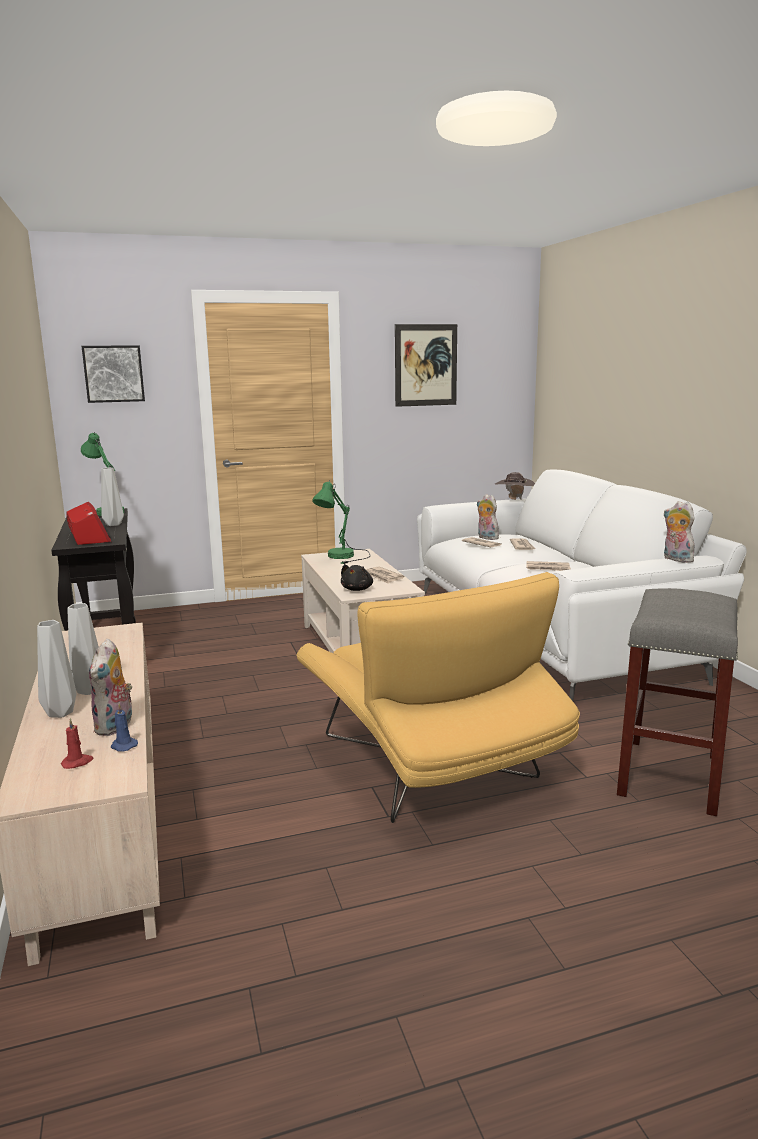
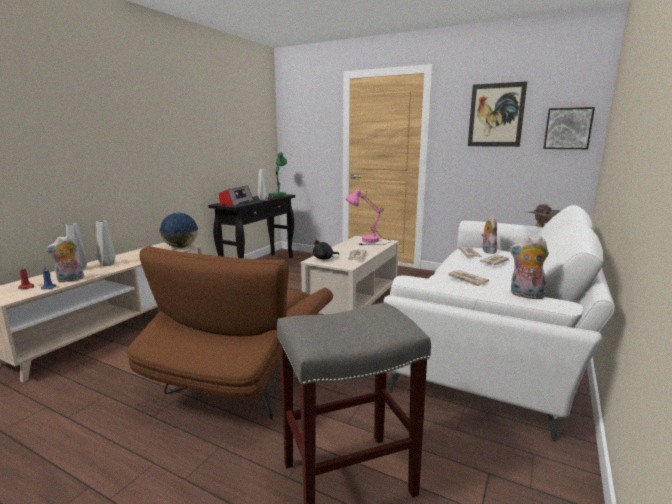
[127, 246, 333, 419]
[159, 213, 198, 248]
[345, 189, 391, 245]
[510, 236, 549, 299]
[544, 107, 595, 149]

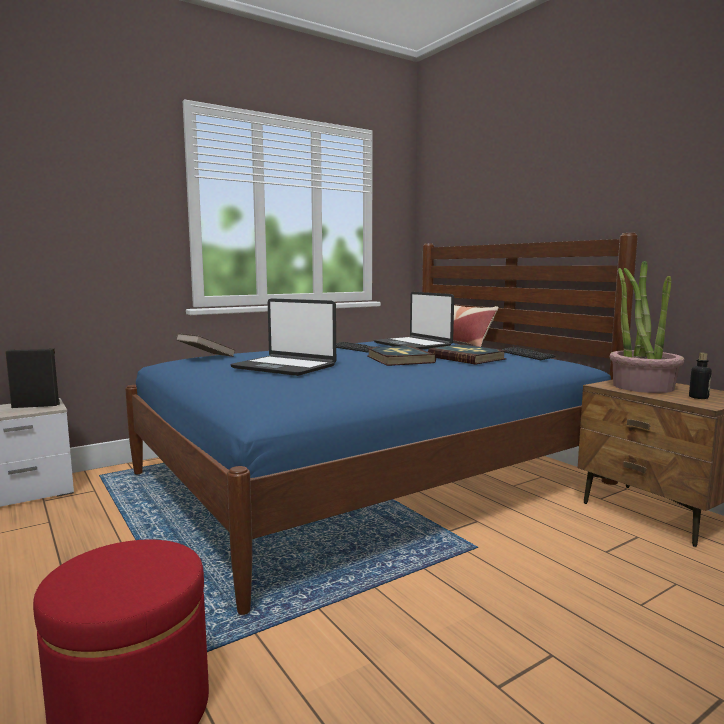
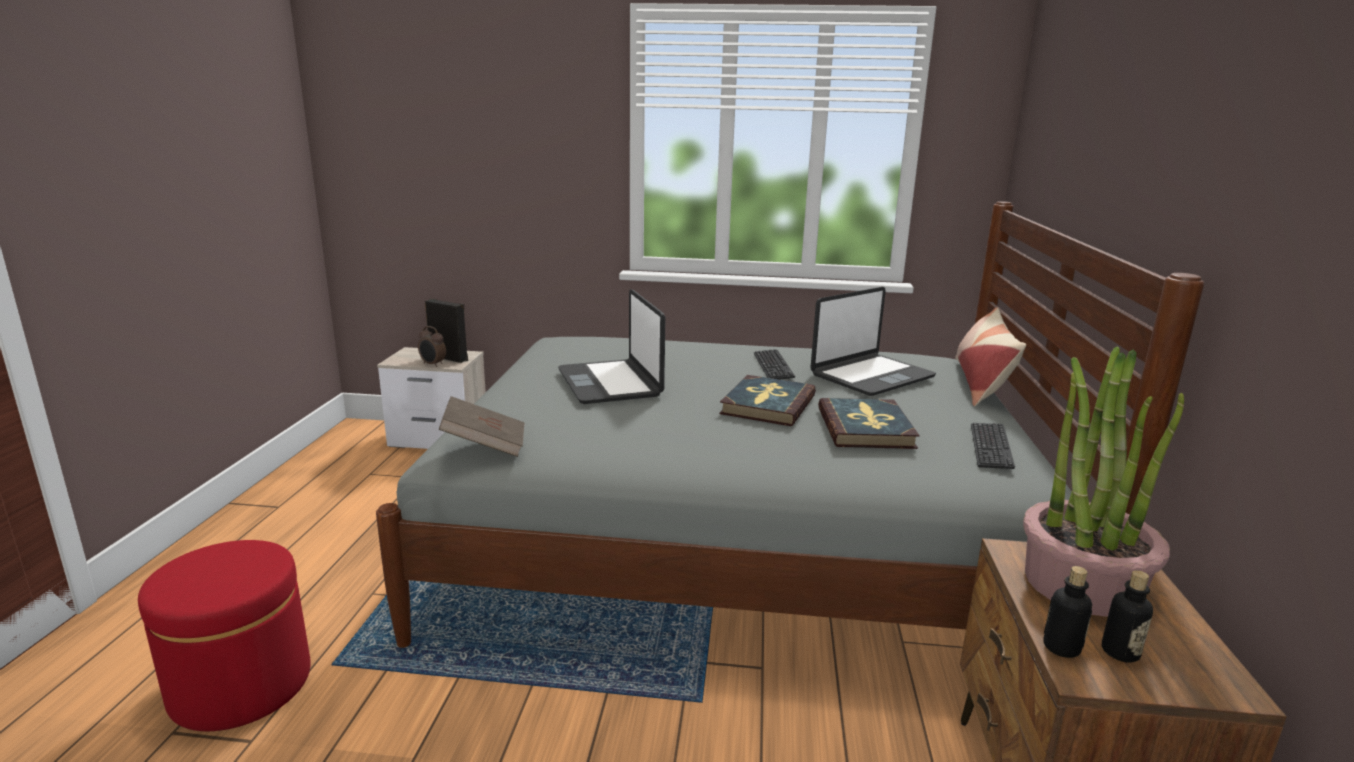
[376, 201, 1204, 648]
[418, 326, 446, 367]
[439, 396, 524, 457]
[810, 287, 936, 396]
[1043, 566, 1092, 658]

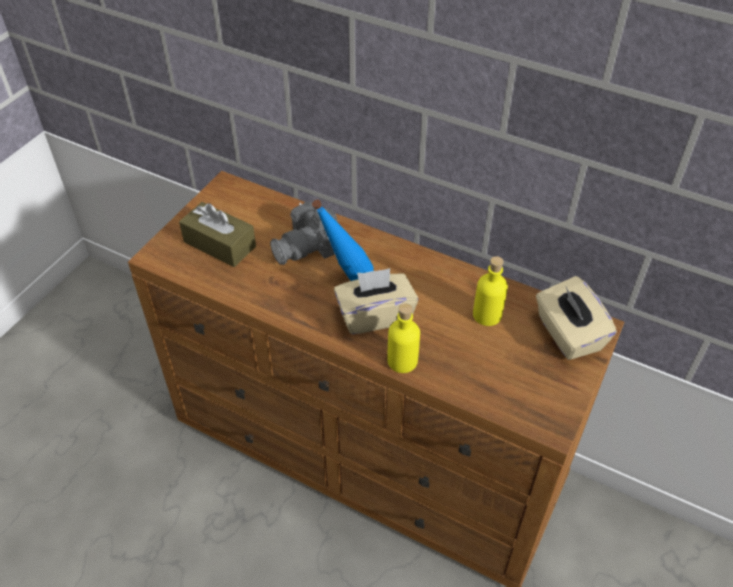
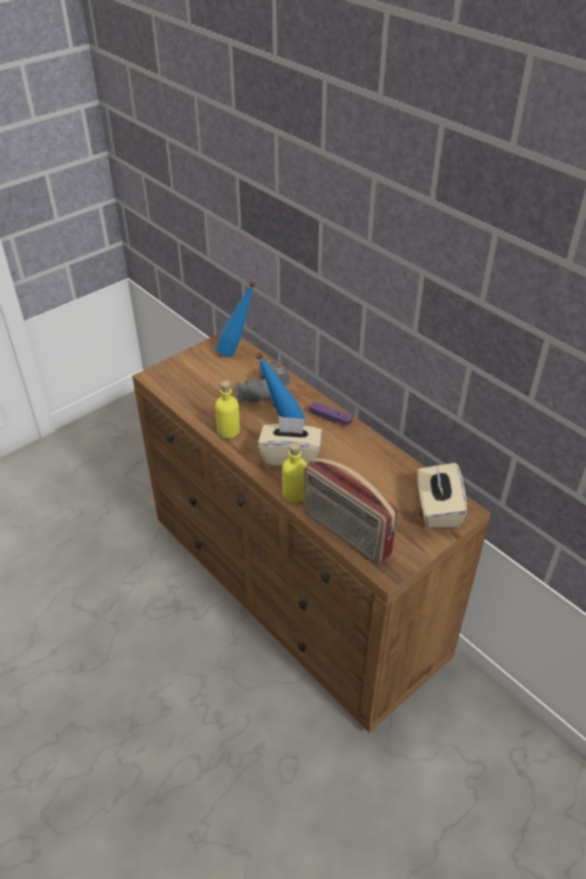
[215, 281, 256, 357]
[215, 380, 240, 438]
[303, 457, 398, 564]
[309, 401, 353, 426]
[179, 202, 256, 267] (first image)

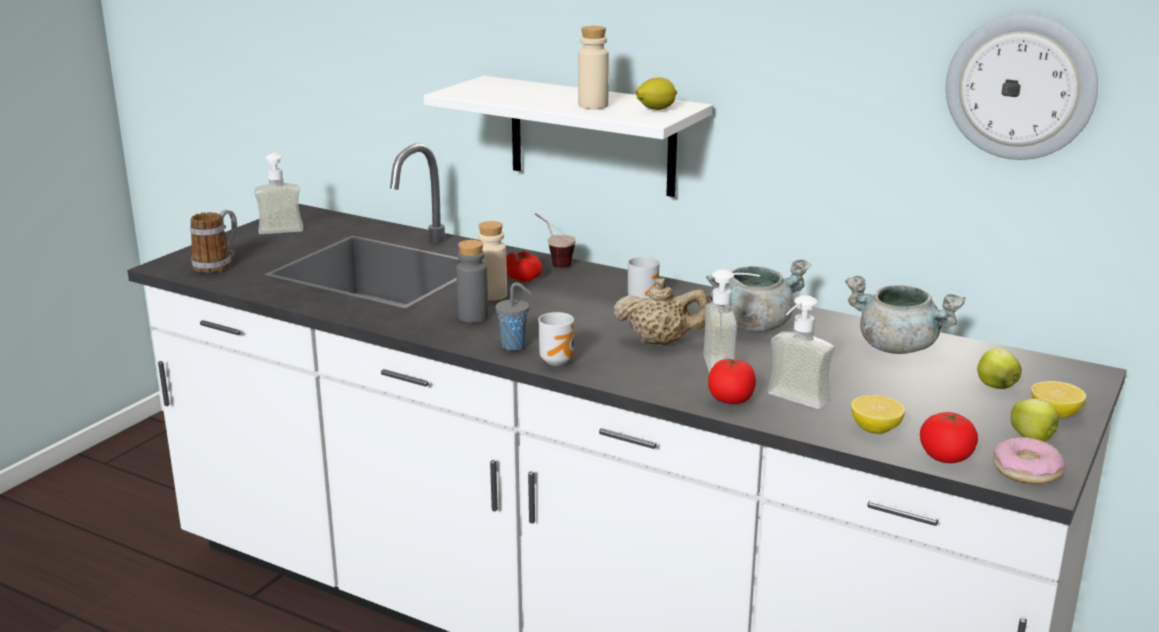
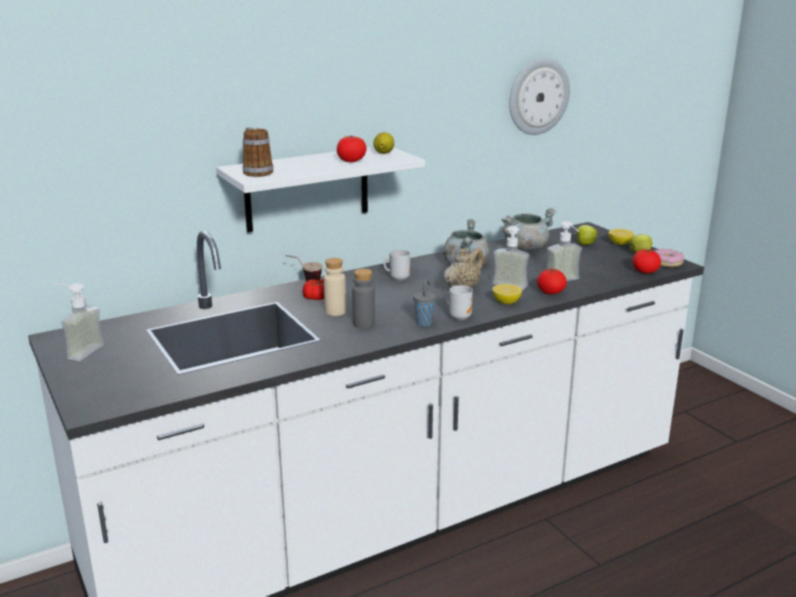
[243, 127, 273, 177]
[337, 136, 367, 162]
[492, 284, 522, 304]

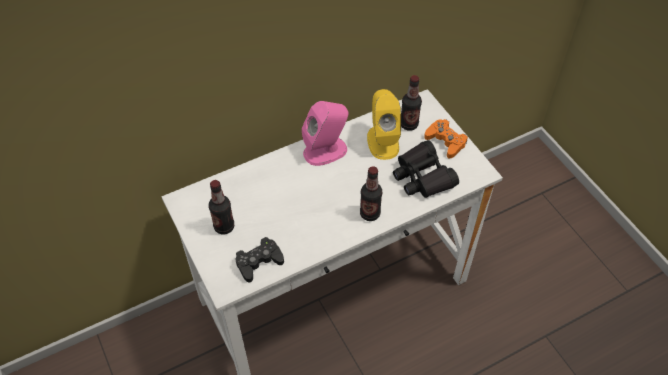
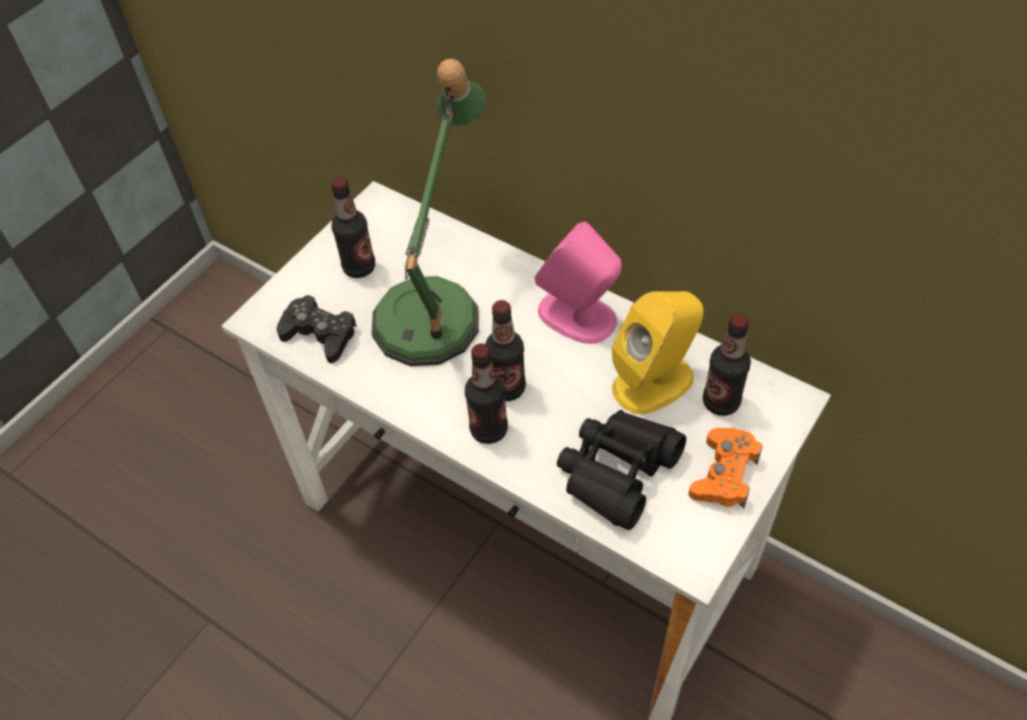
[371, 59, 486, 366]
[485, 300, 526, 401]

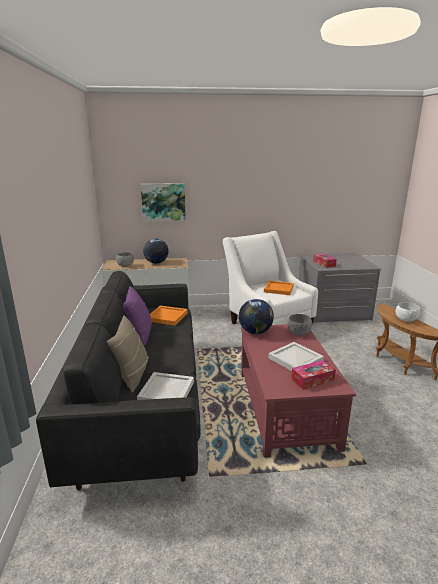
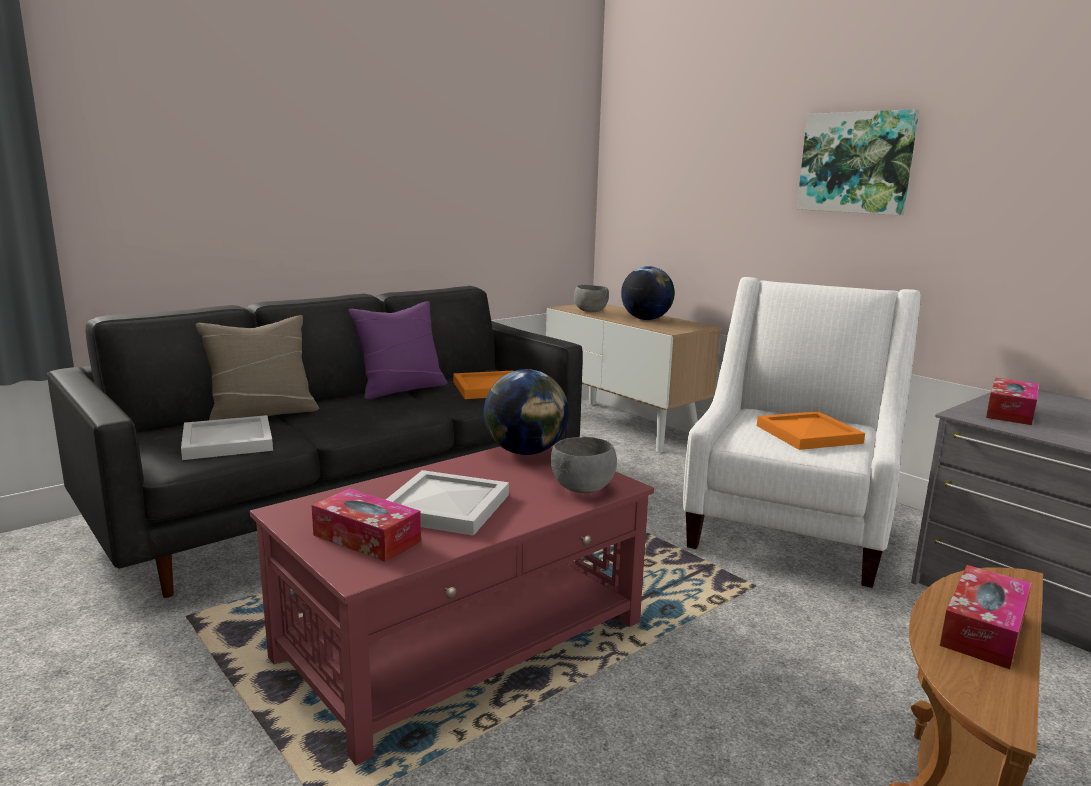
[797, 109, 919, 215]
[940, 565, 1032, 669]

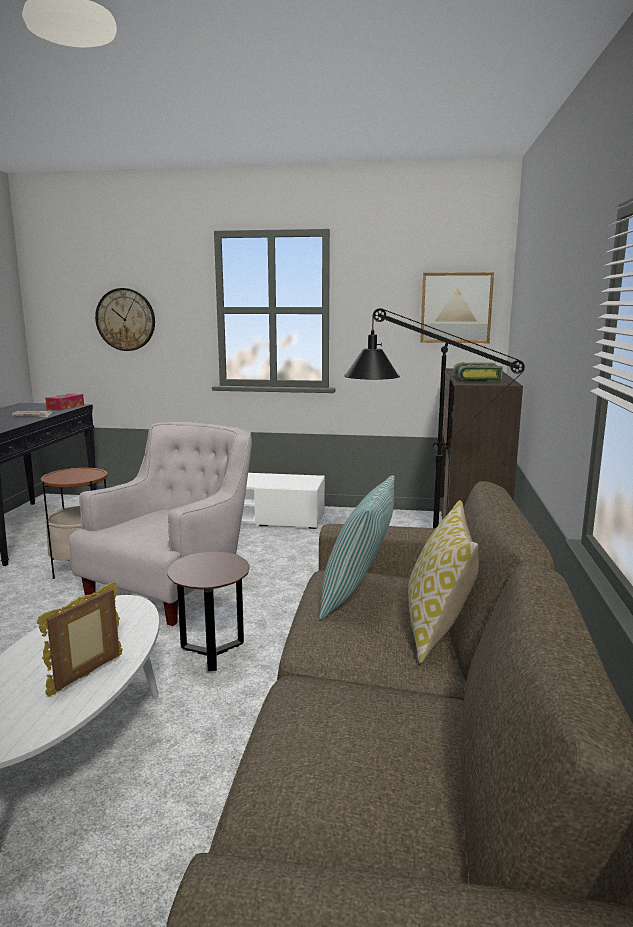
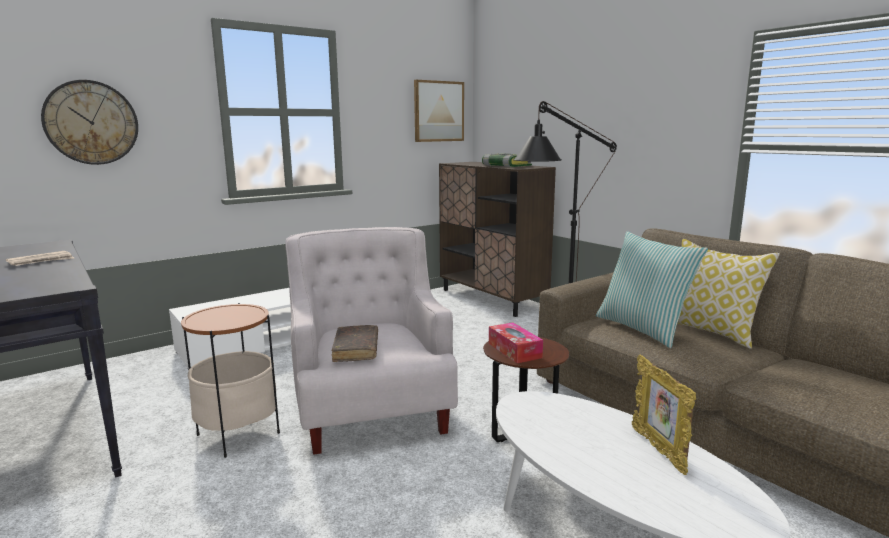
[332, 325, 378, 362]
[489, 322, 543, 363]

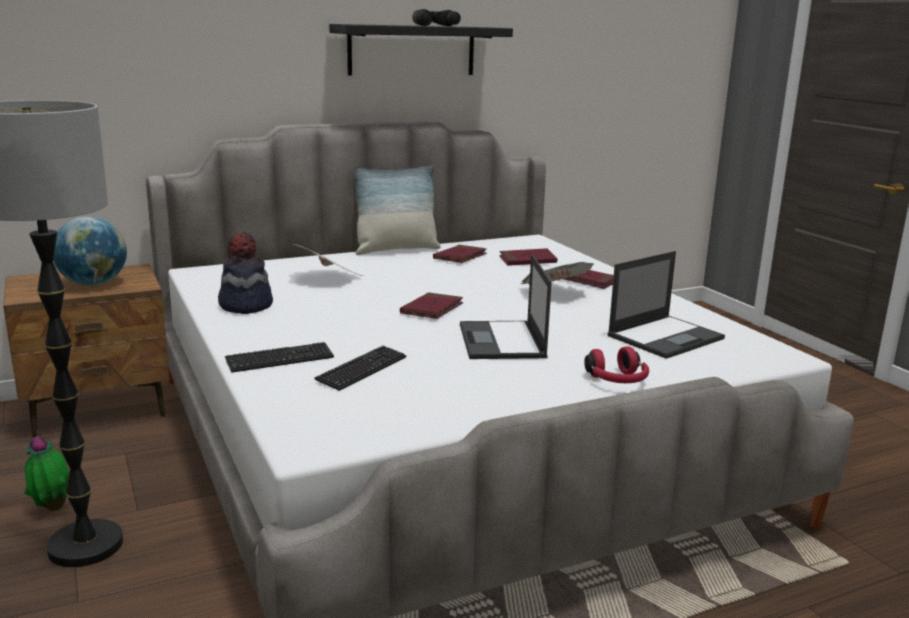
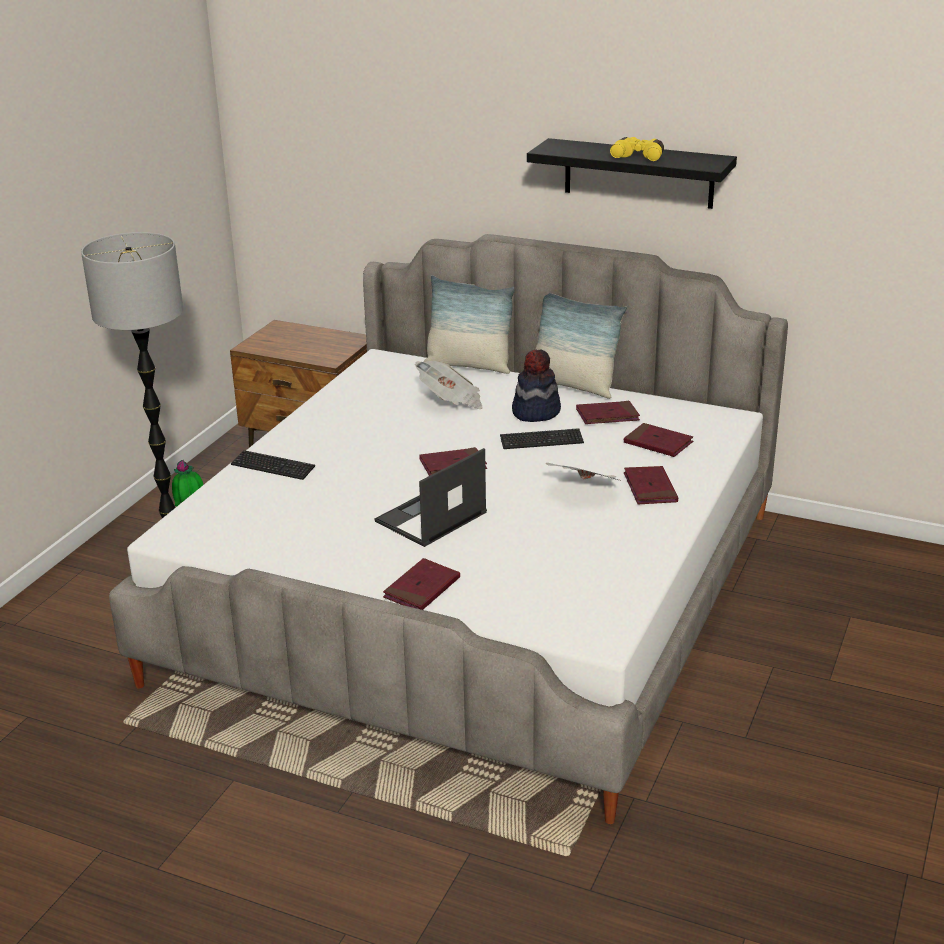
[383, 558, 460, 610]
[424, 275, 515, 374]
[500, 428, 584, 449]
[512, 350, 561, 422]
[610, 137, 664, 161]
[53, 216, 127, 286] (first image)
[608, 251, 725, 359] (first image)

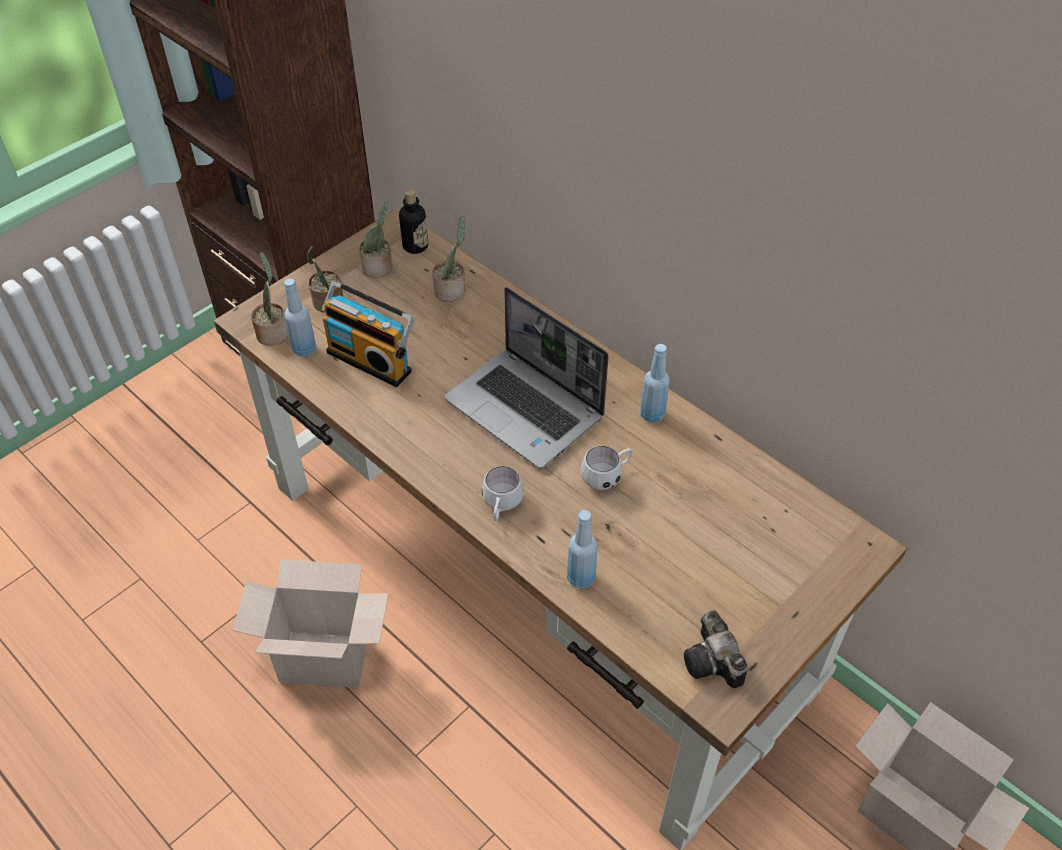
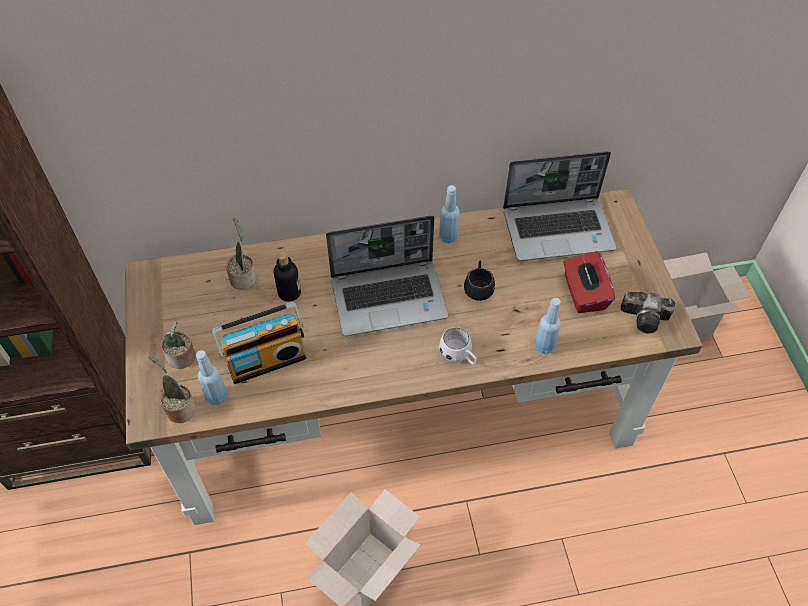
[274, 252, 301, 302]
[464, 261, 495, 301]
[503, 151, 617, 261]
[563, 251, 615, 313]
[359, 202, 392, 278] (first image)

